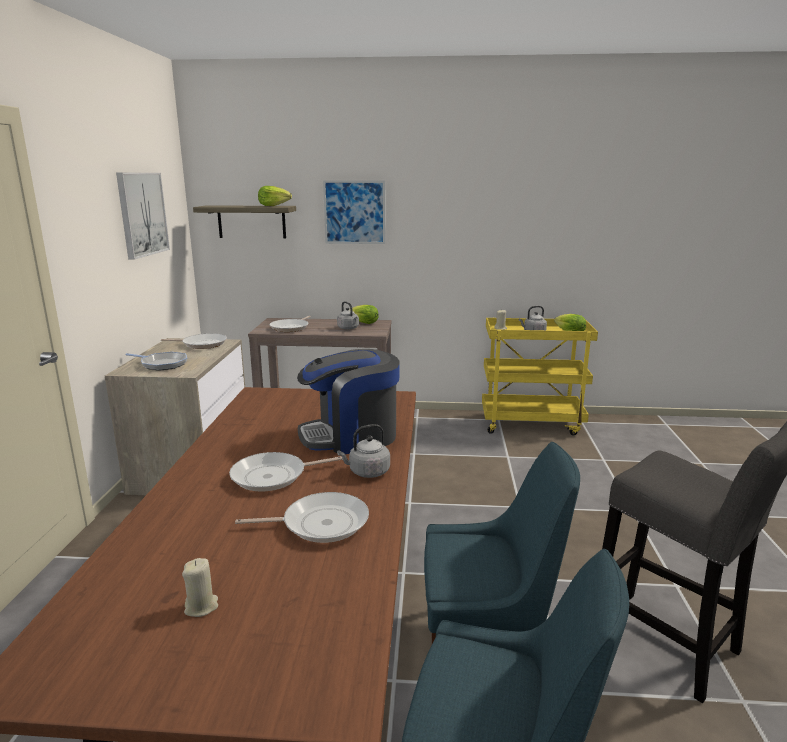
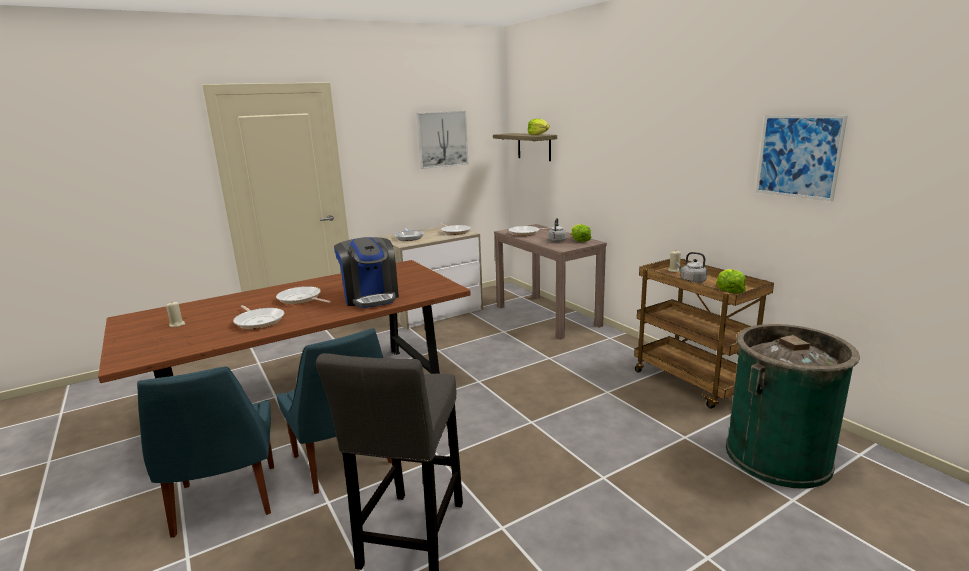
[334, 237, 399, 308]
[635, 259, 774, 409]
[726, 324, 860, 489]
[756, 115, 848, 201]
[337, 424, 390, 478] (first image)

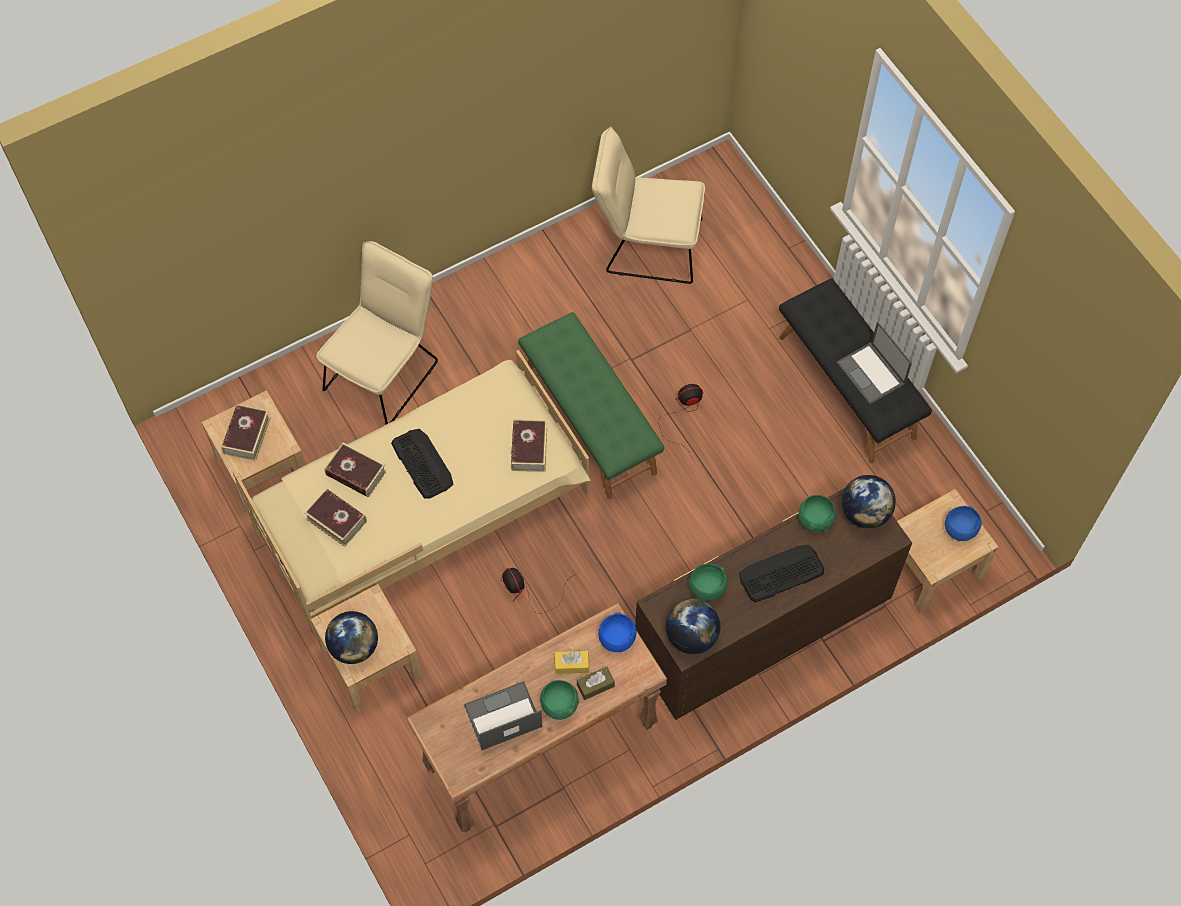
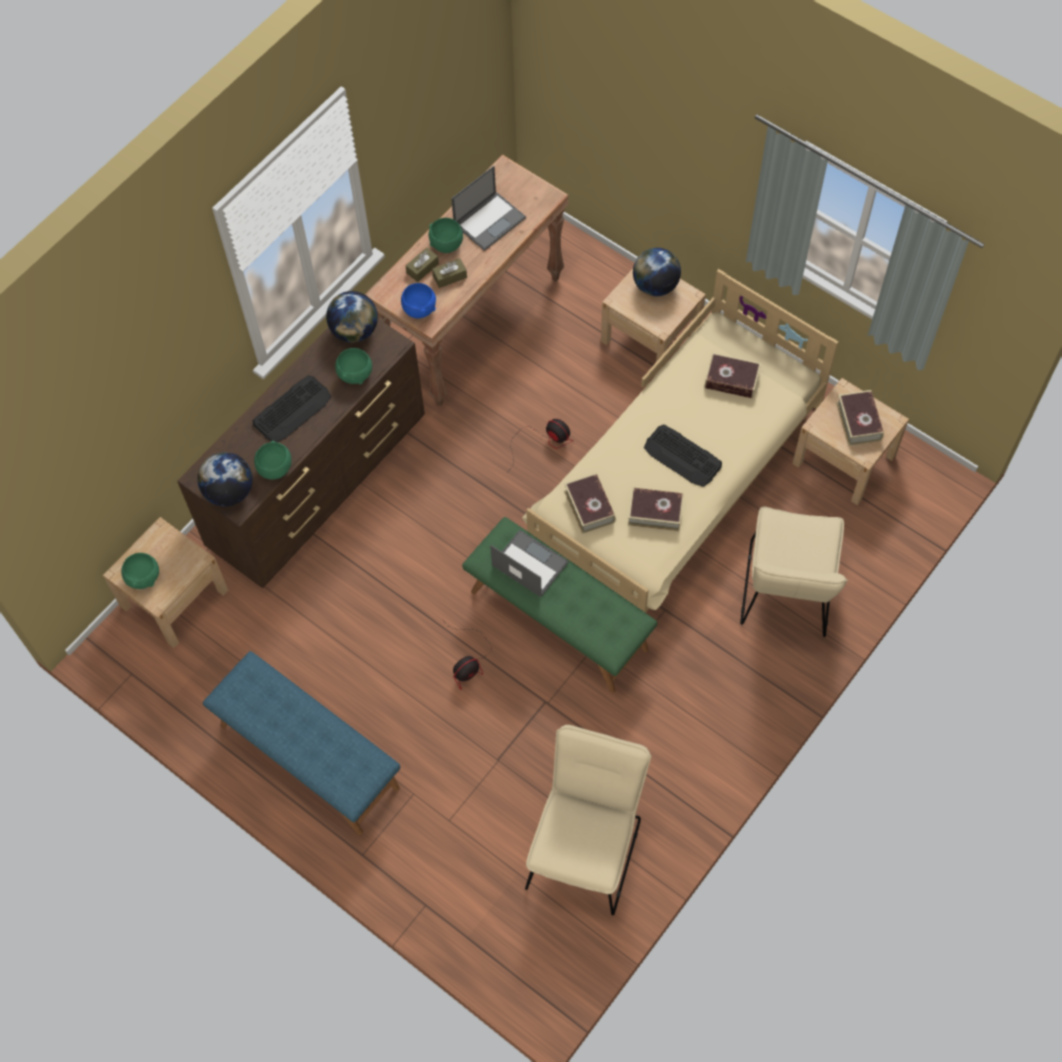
[121, 553, 159, 589]
[203, 651, 400, 835]
[432, 258, 467, 288]
[490, 530, 569, 597]
[525, 725, 652, 916]
[628, 487, 684, 531]

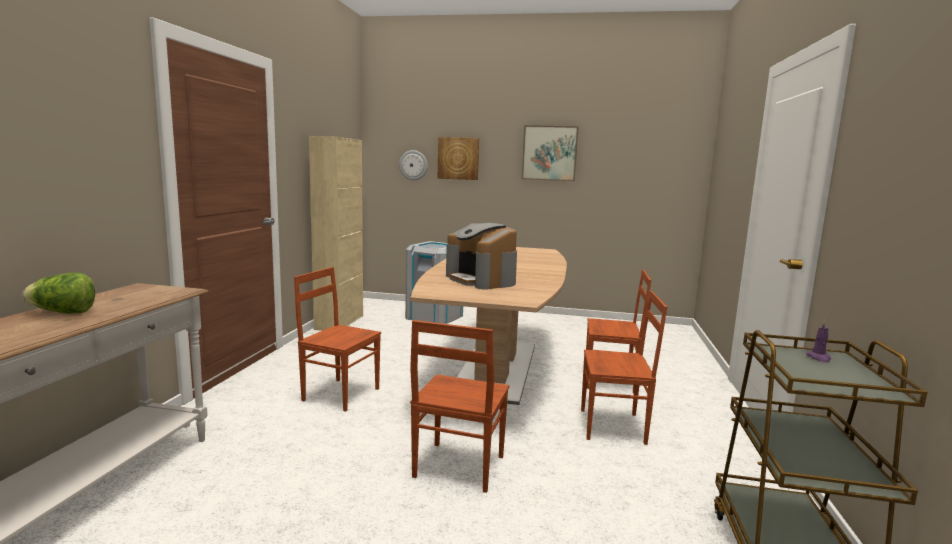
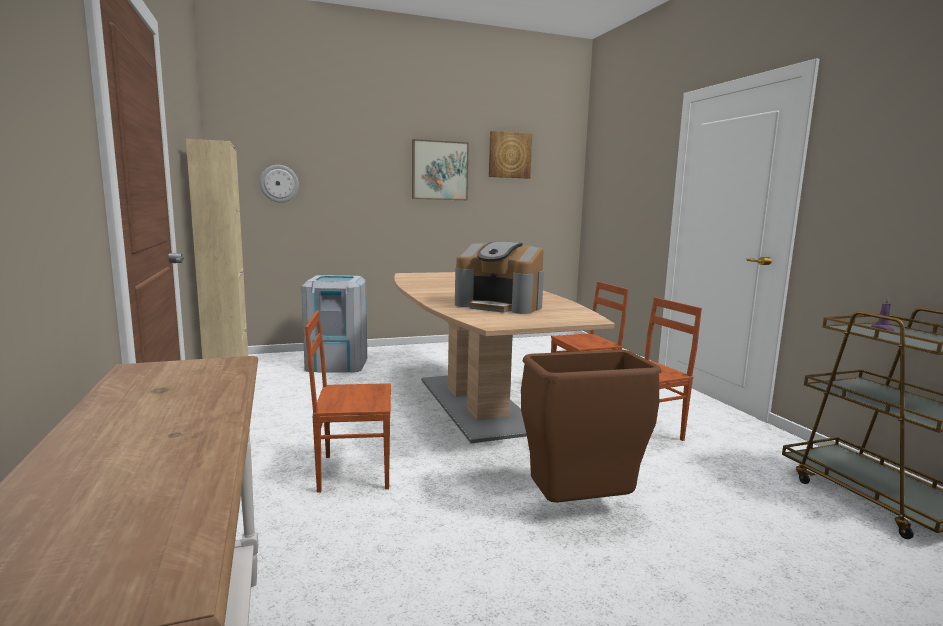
[489, 131, 532, 179]
[521, 350, 661, 503]
[22, 272, 95, 314] (first image)

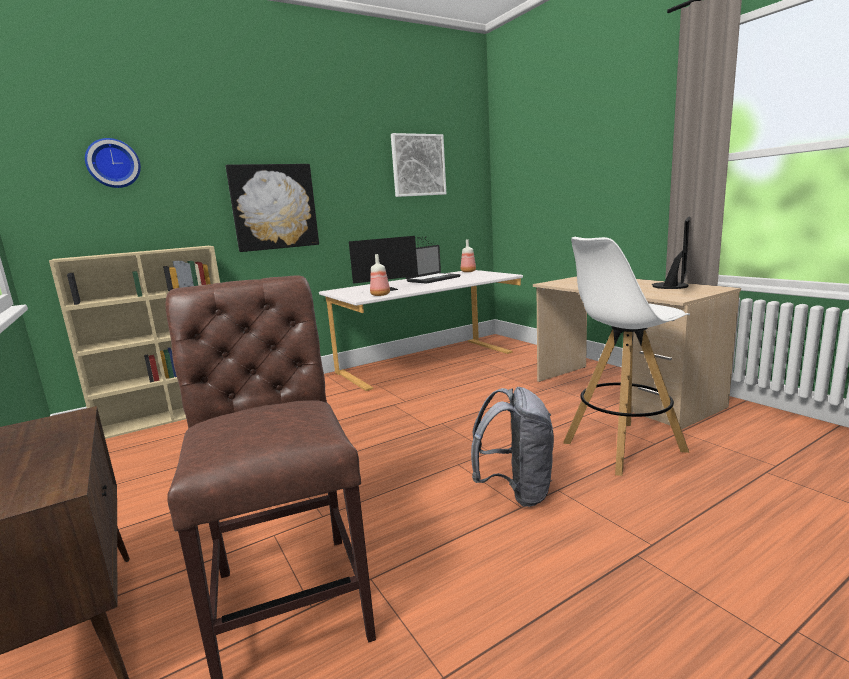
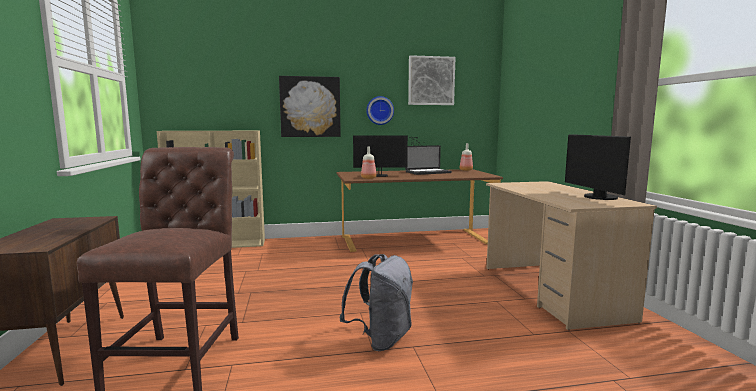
[337, 169, 503, 252]
[366, 96, 394, 125]
[565, 134, 631, 200]
[563, 237, 690, 476] (first image)

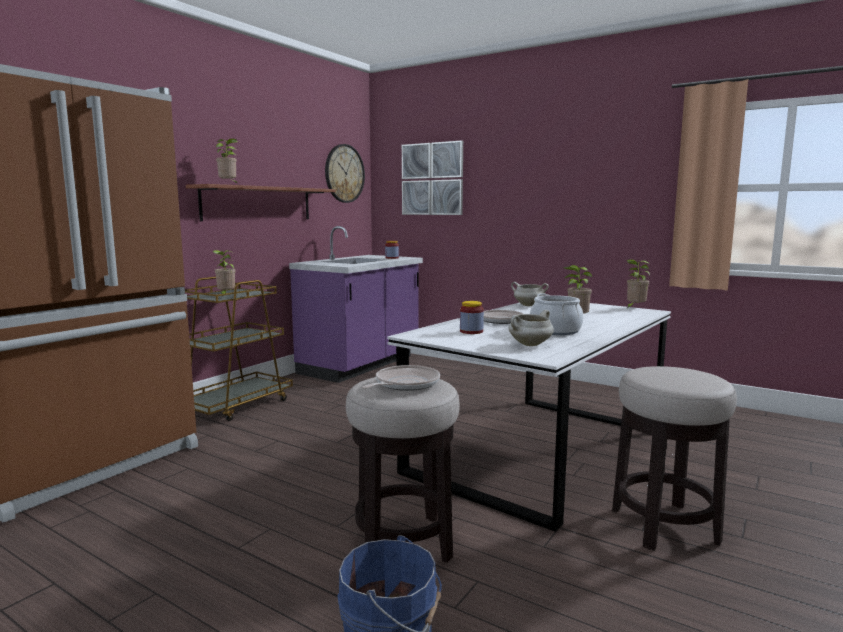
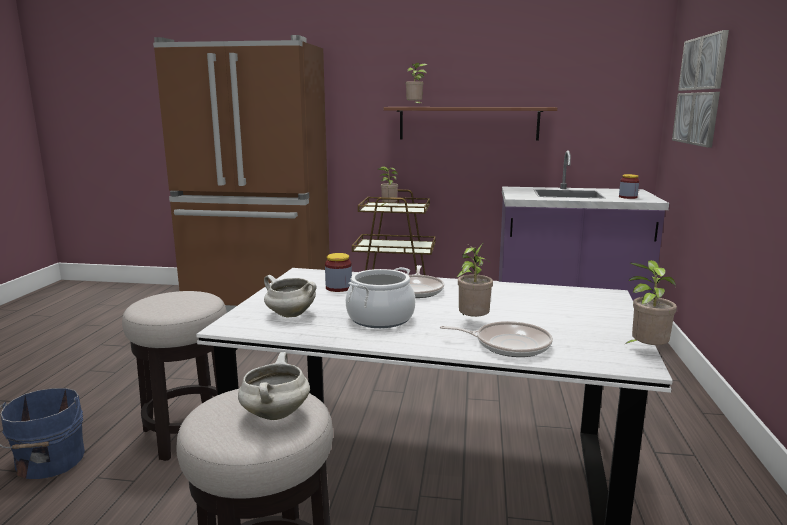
[238, 352, 310, 420]
[440, 321, 553, 357]
[325, 144, 365, 203] (first image)

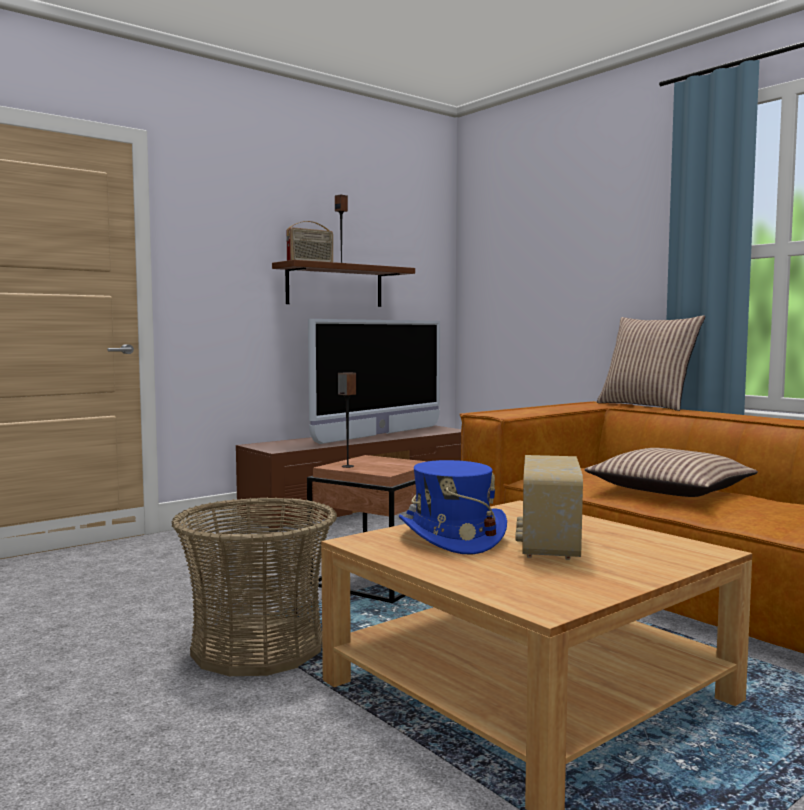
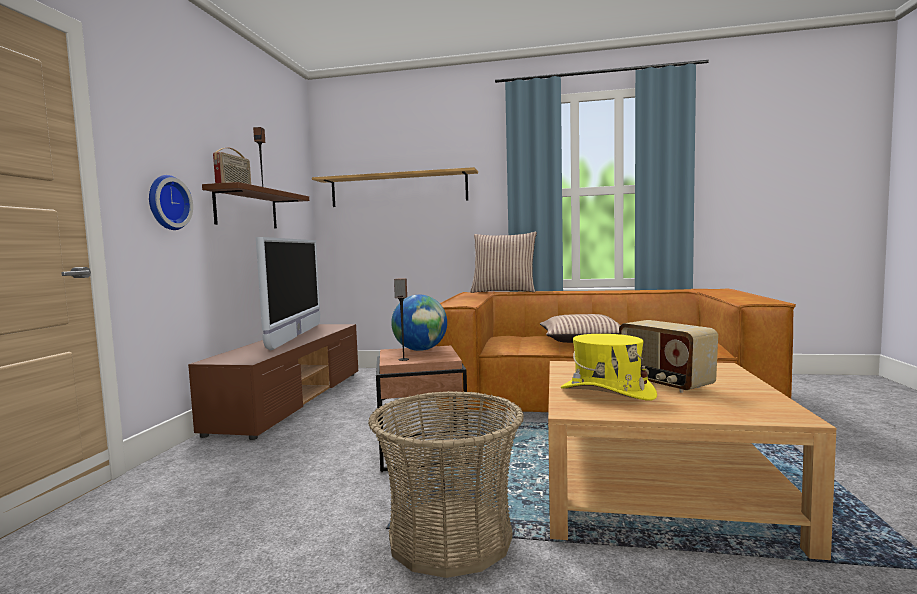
[149, 175, 193, 230]
[312, 167, 478, 207]
[391, 295, 447, 351]
[561, 334, 657, 401]

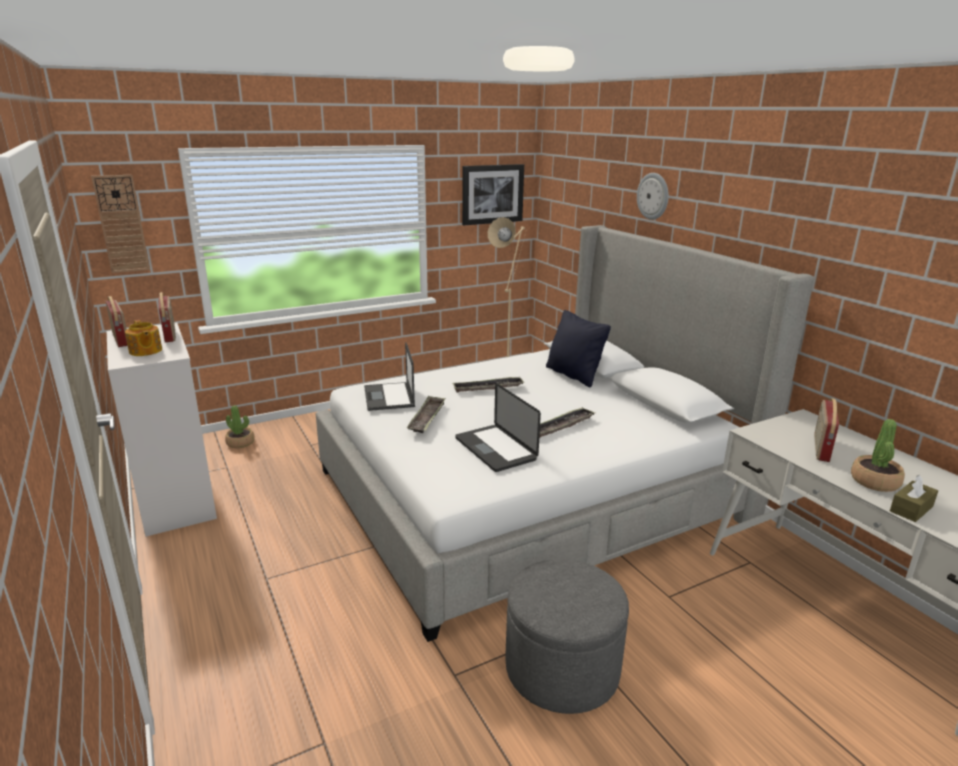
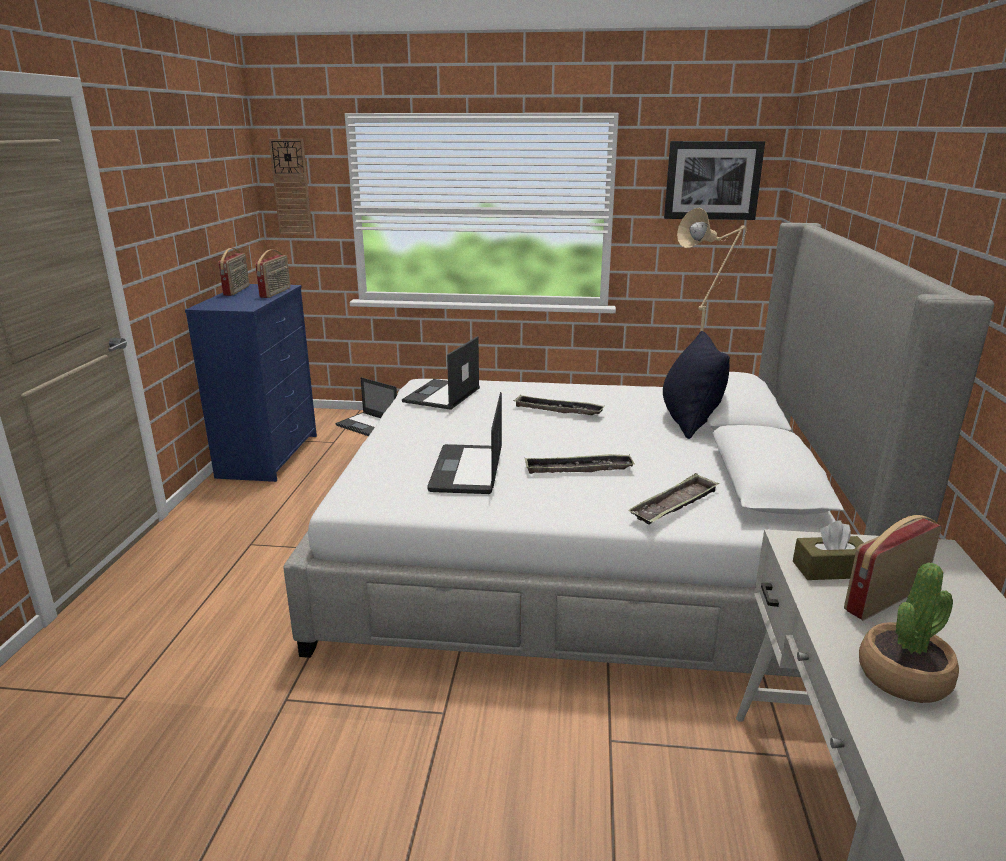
[185, 284, 317, 482]
[335, 377, 397, 436]
[628, 473, 719, 525]
[793, 520, 864, 580]
[125, 320, 162, 356] (first image)
[505, 559, 629, 714] (first image)
[637, 173, 669, 220] (first image)

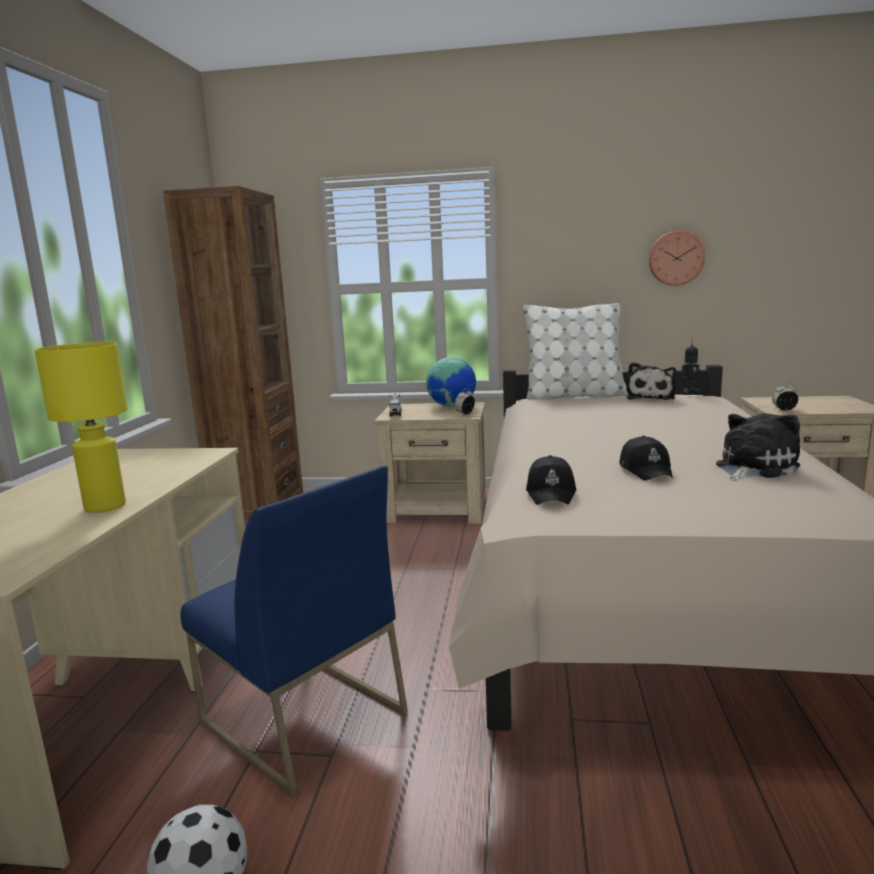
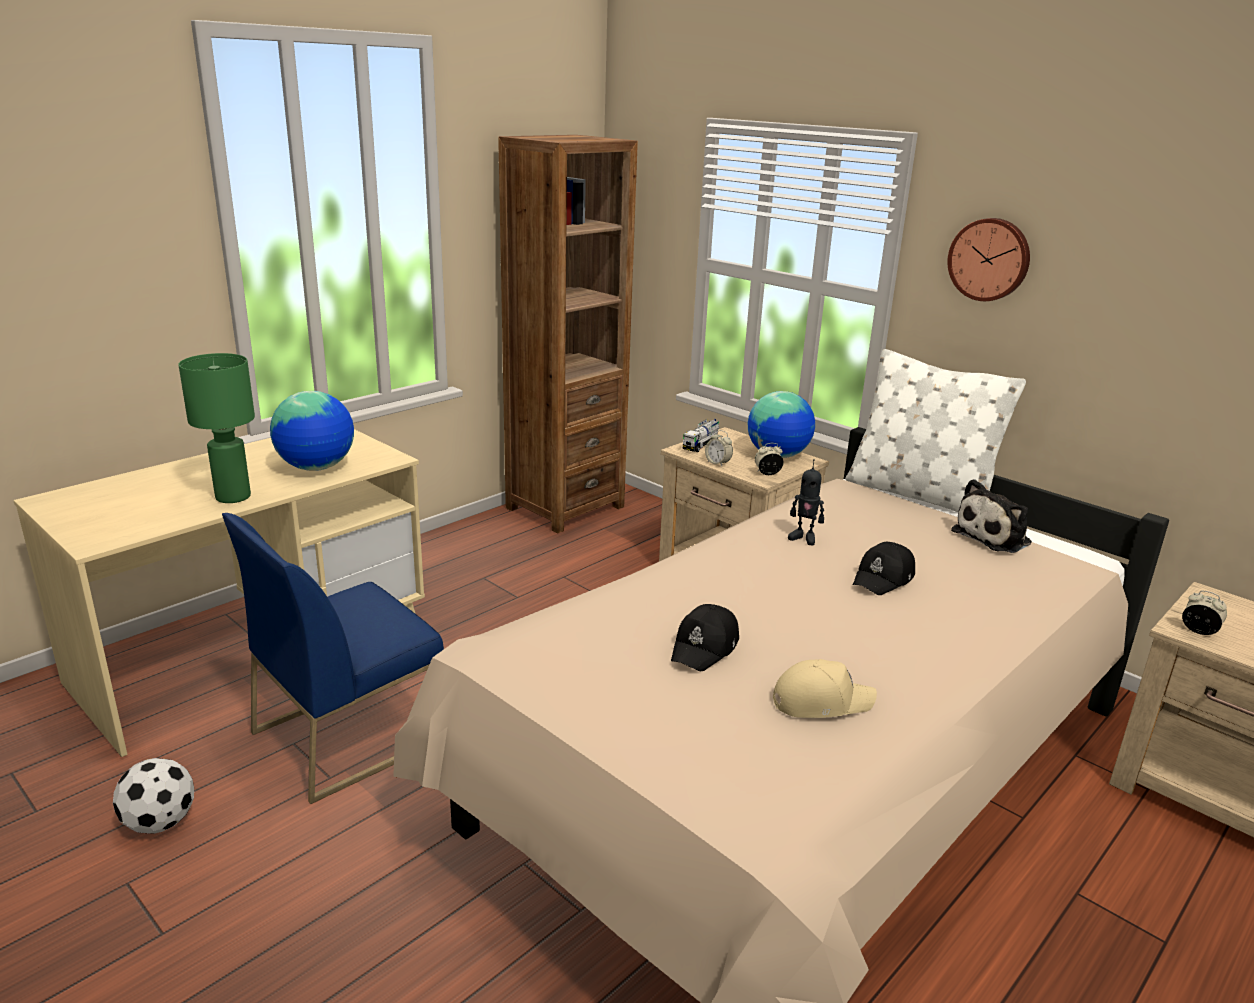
[178, 353, 255, 503]
[222, 513, 444, 804]
[270, 391, 354, 471]
[705, 430, 733, 466]
[773, 659, 877, 718]
[788, 459, 824, 545]
[853, 542, 915, 595]
[947, 218, 1030, 301]

